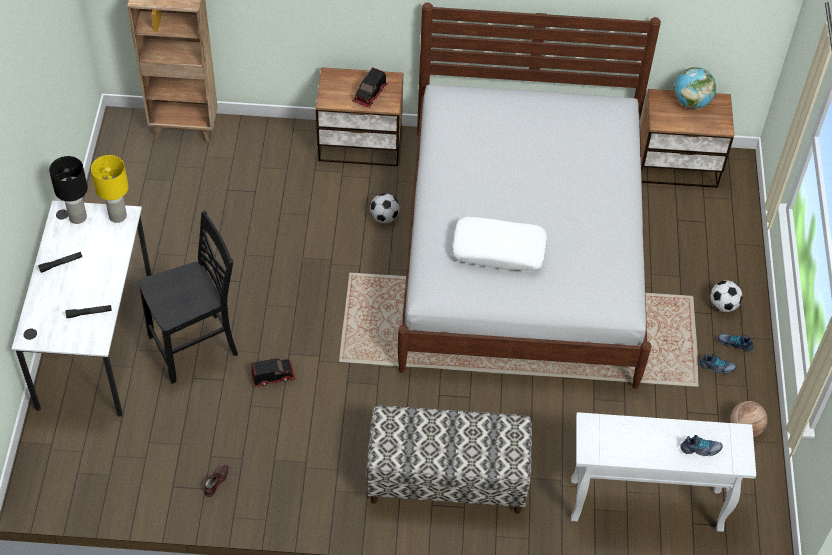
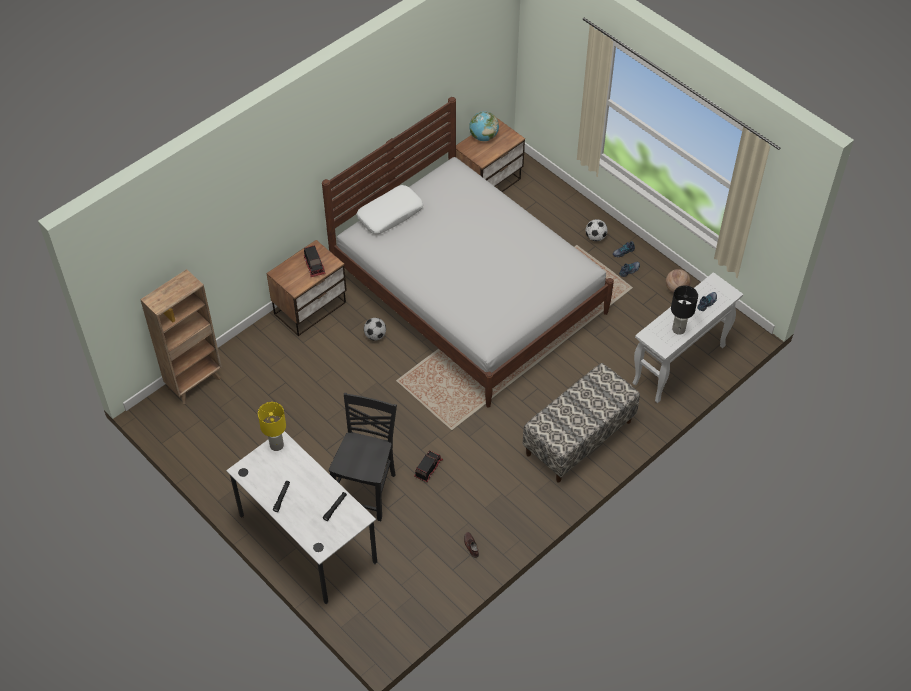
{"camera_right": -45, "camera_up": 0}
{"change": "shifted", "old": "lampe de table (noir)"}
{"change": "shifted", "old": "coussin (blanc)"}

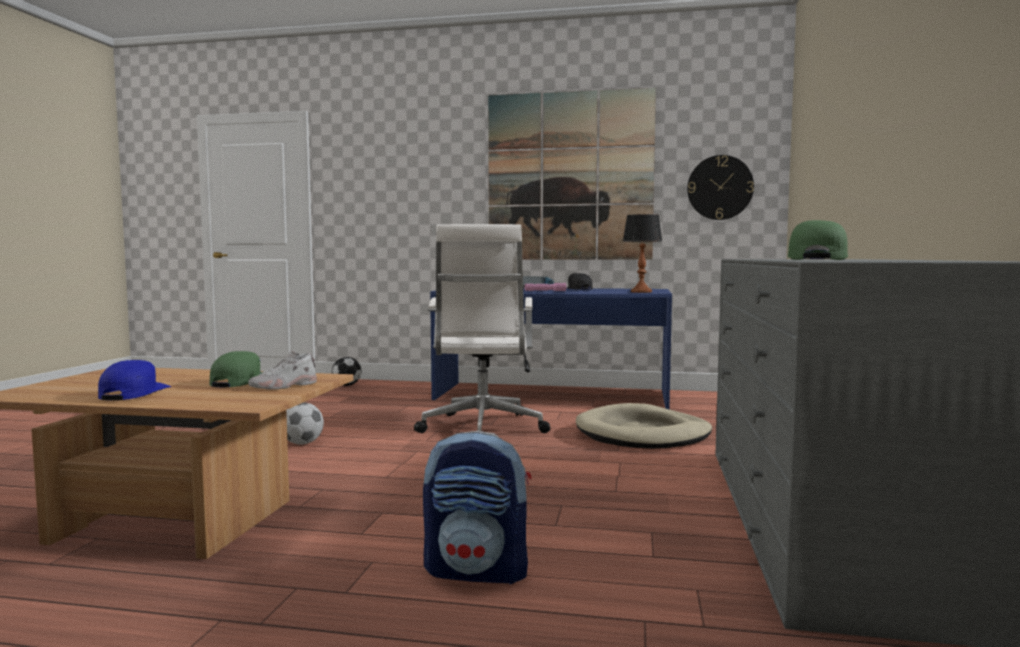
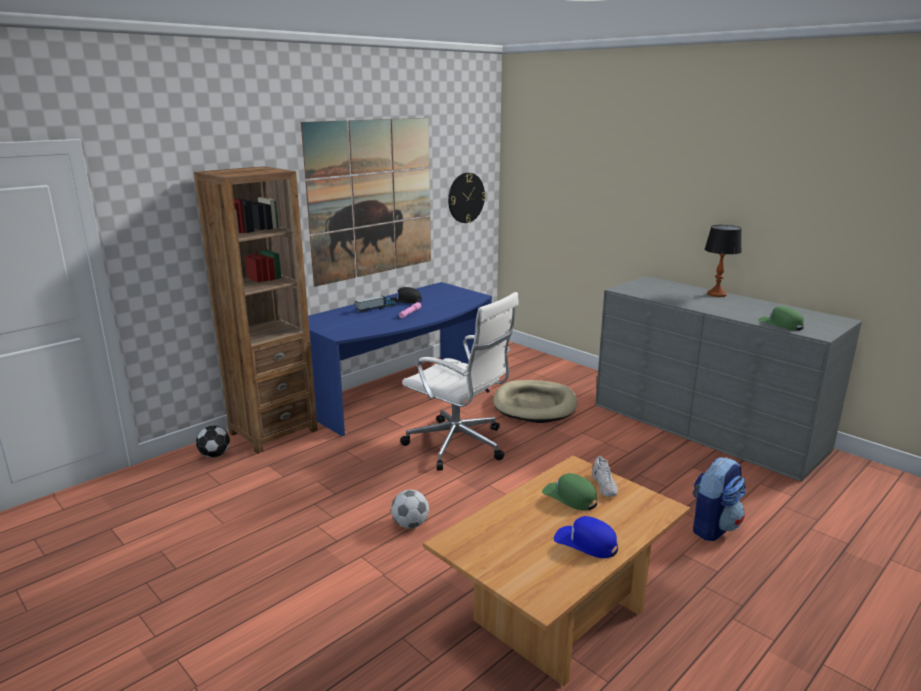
{"camera_right": -55, "camera_up": 15}
{"change": "shifted", "old": "lampe de table"}
{"change": "new", "new": "bibliothèque (marron)"}

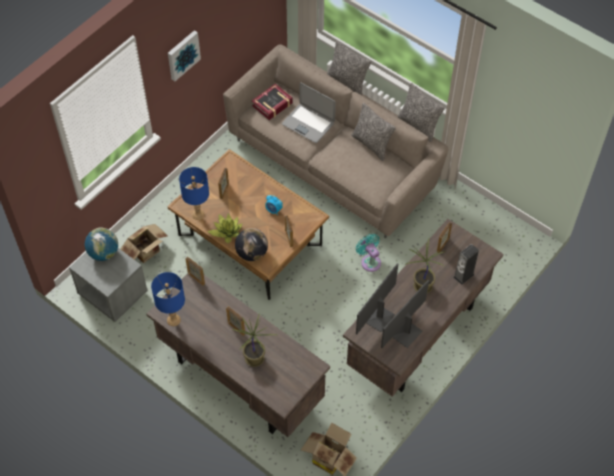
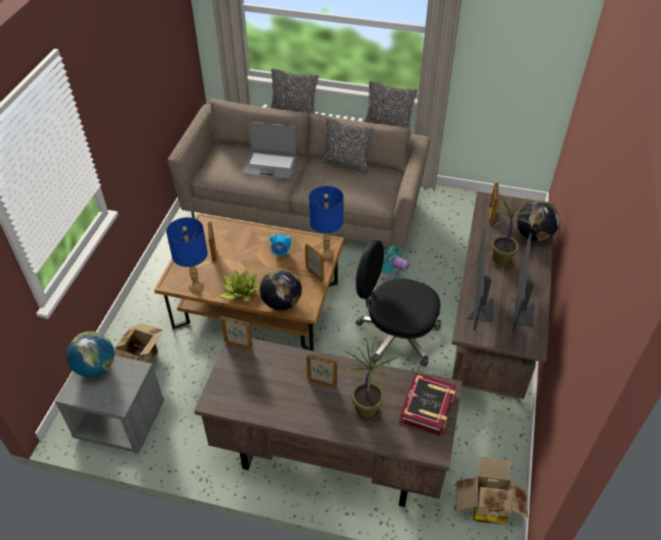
{"camera_right": -25, "camera_up": -10}
{"change": "shifted", "old": "lampe de table (bleu) (no. 1 from left in the first image)", "new": "lampe de table (bleu) (no. 2 from left)"}
{"change": "gone", "old": "tableau"}
{"change": "shifted", "old": "livre"}
{"change": "swapped", "old": "enceinte", "new": "globe (no. 3 from left)"}
{"change": "new", "new": "chaise de bureau (noir)"}

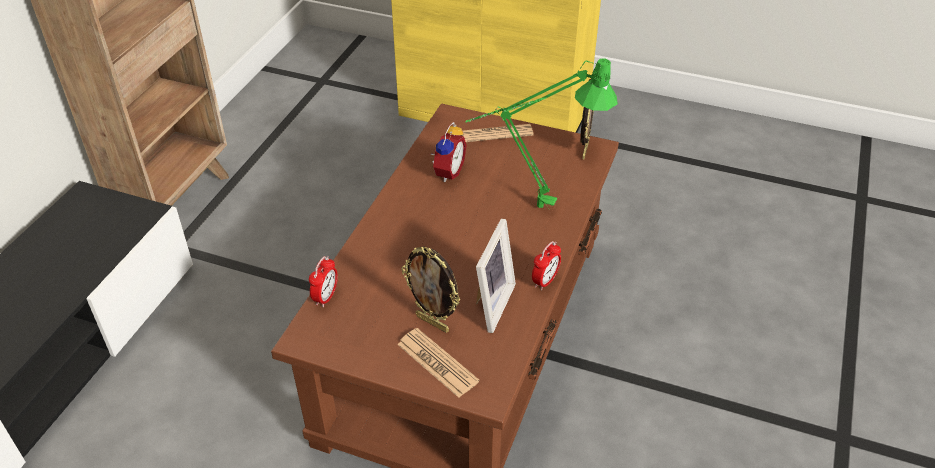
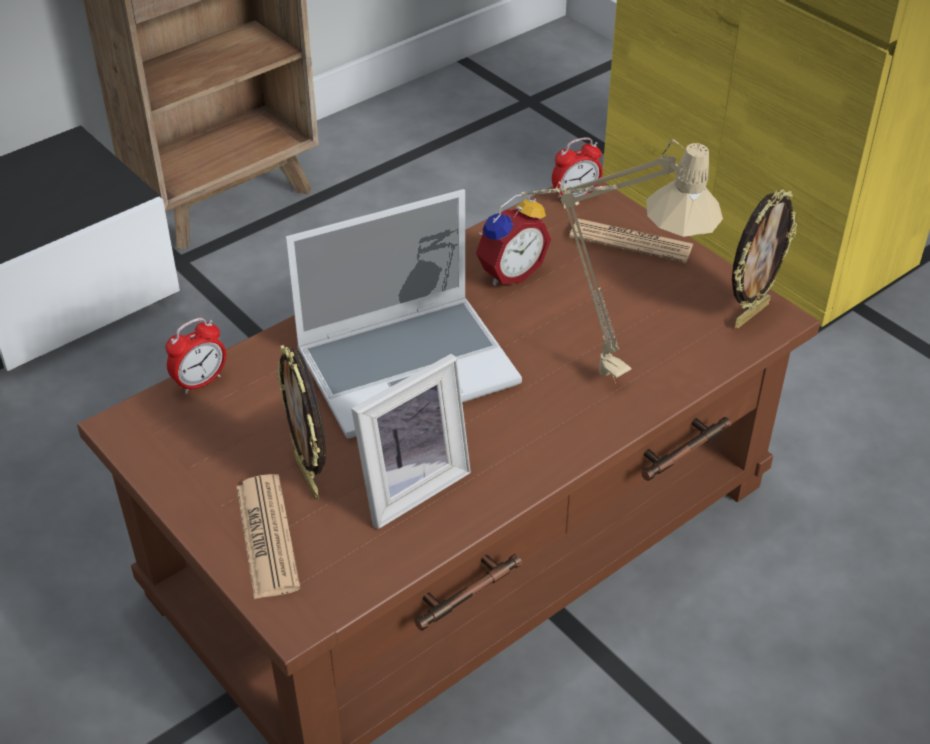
{"camera_right": 30, "camera_up": 0}
{"change": "repainted", "old": "lampe de table (vert)", "new": "lampe de table (beige)"}
{"change": "shifted", "old": "réveil (no. 3 from left)"}
{"change": "new", "new": "ordinateur portable"}

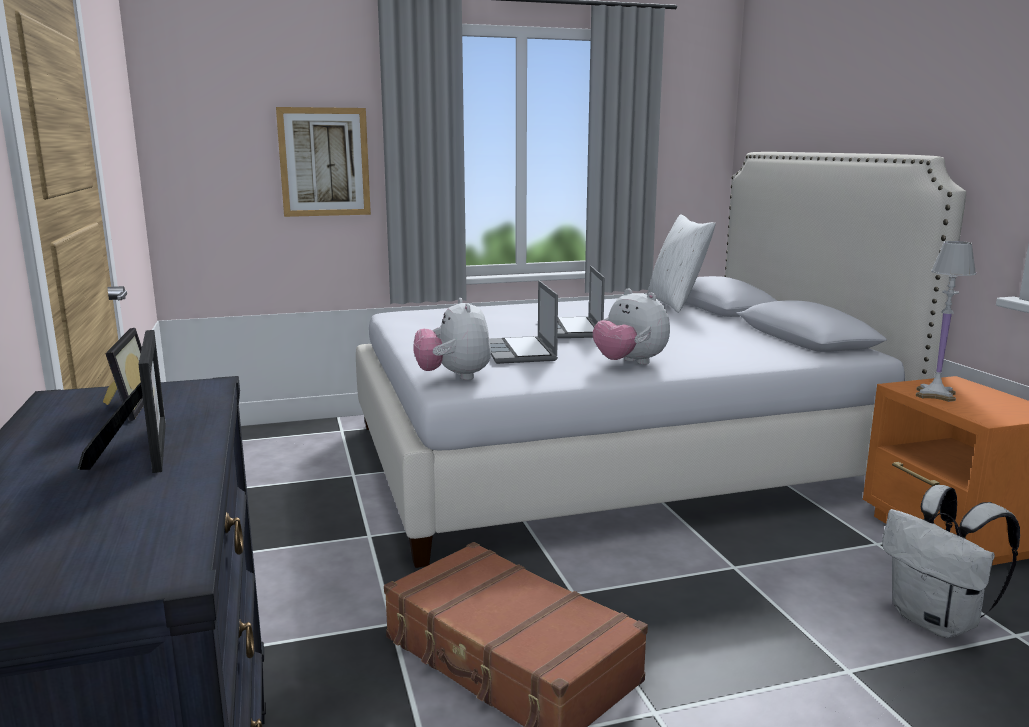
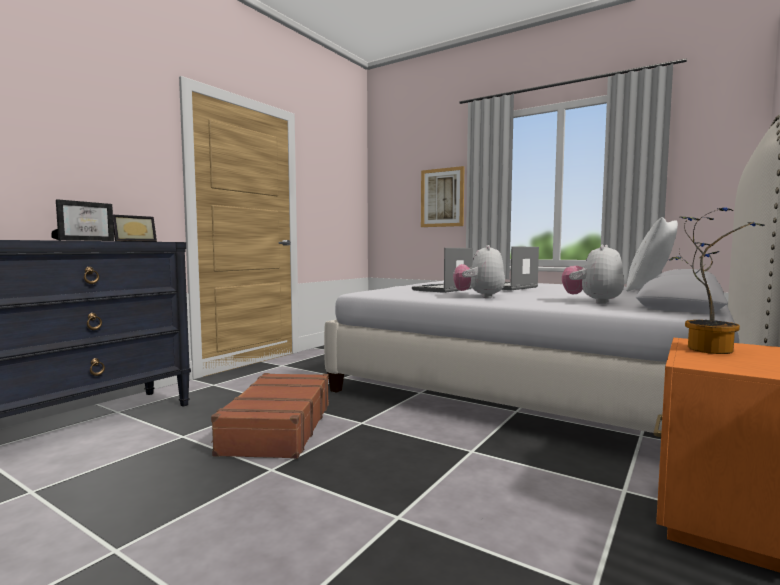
{"camera_right": 50, "camera_up": -10}
{"change": "shifted", "old": "peluche (no. 1 from left in the first image)", "new": "peluche (no. 2 from left)"}
{"change": "gone", "old": "sac à dos (blanc)"}
{"change": "swapped", "old": "lampe de table (blanc)", "new": "plante en pot"}

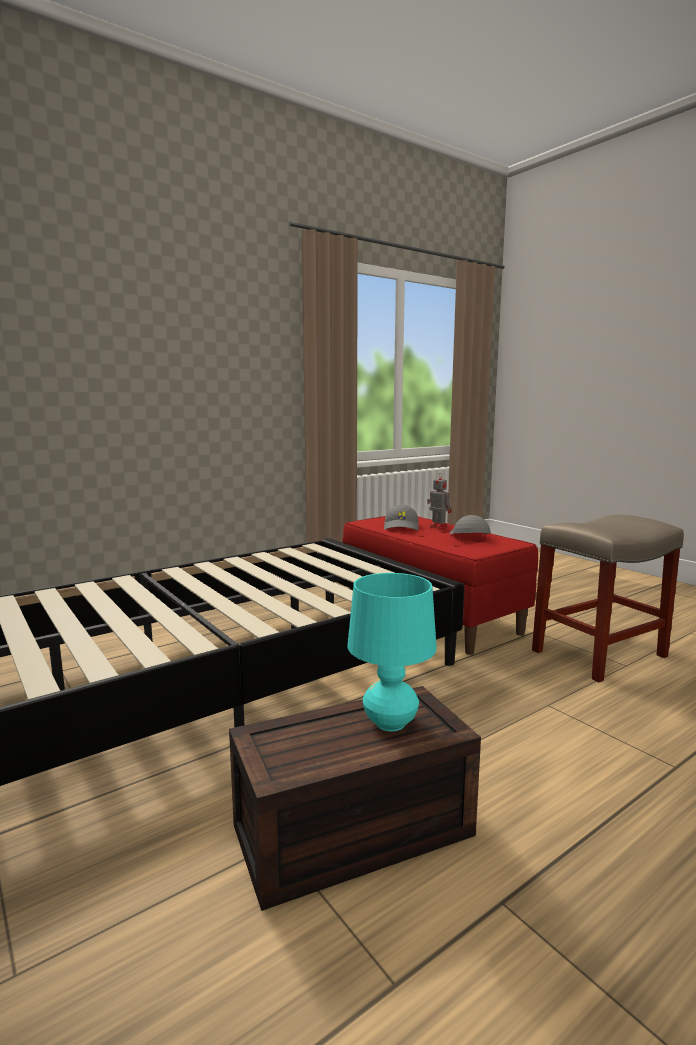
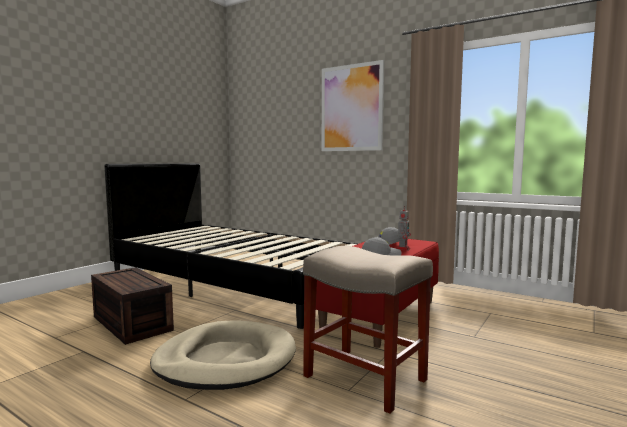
{"camera_right": 70, "camera_up": -5}
{"change": "gone", "old": "lampe de table (turquoise)"}
{"change": "new", "new": "panier pour chien (beige)"}
{"change": "new", "new": "tableau"}

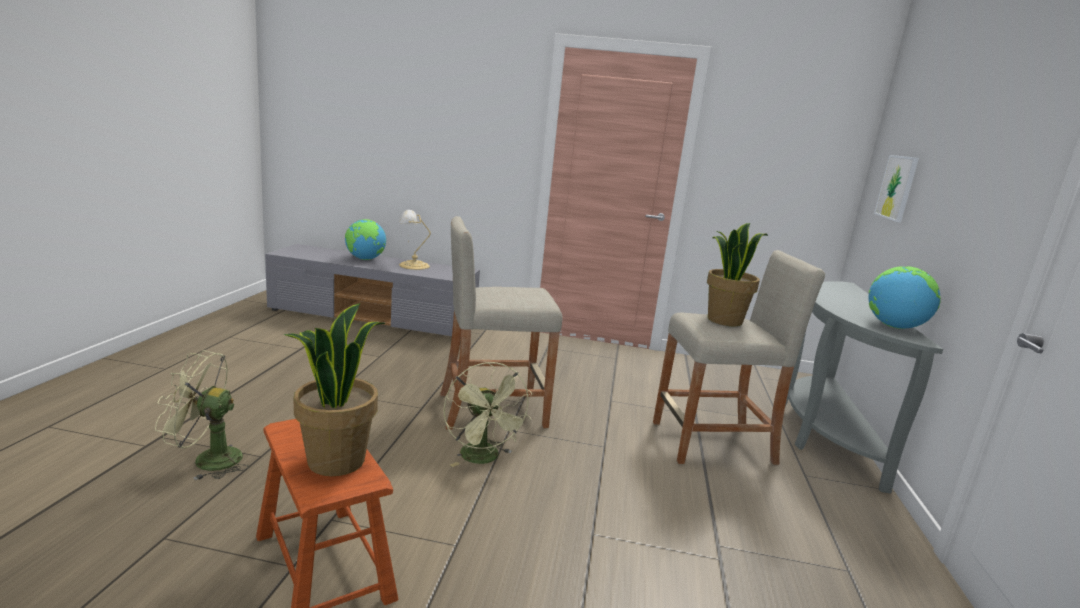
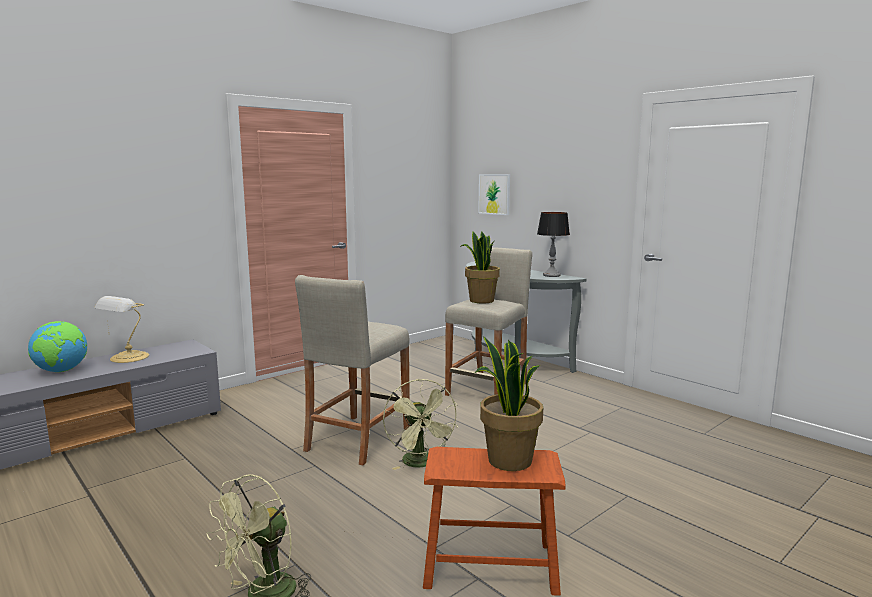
{"camera_right": -50, "camera_up": -5}
{"change": "rotated", "old": "ventilateur (vert) (no. 2 from left)", "degrees": 60}
{"change": "swapped", "old": "globe (no. 2 from left)", "new": "lampe de table (no. 2 from left)"}

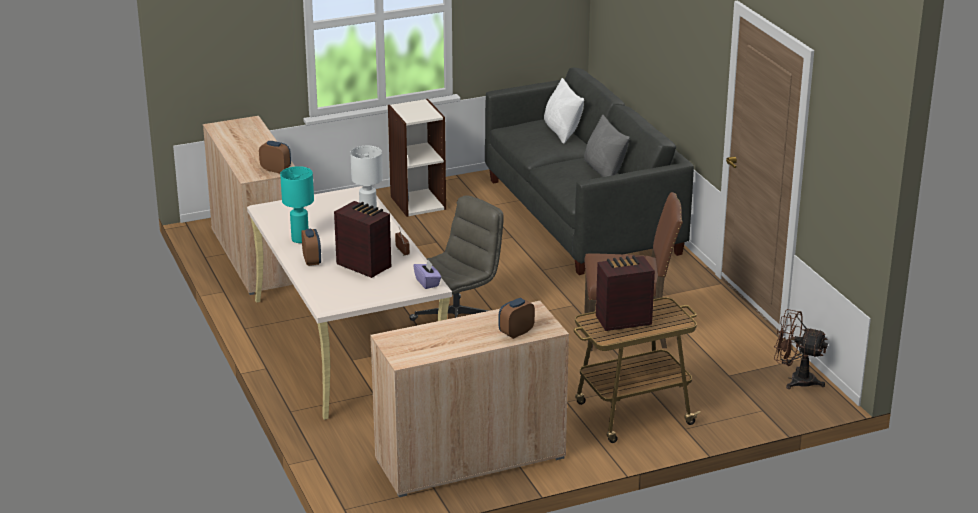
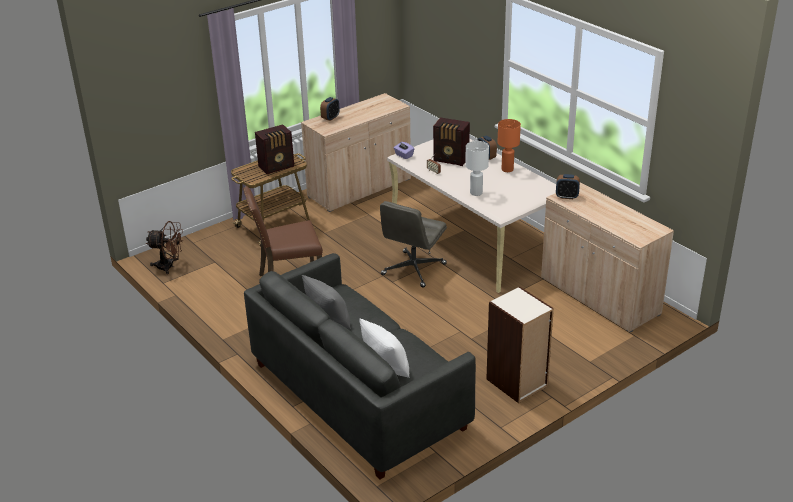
{"camera_right": 165, "camera_up": 5}
{"change": "repainted", "old": "lampe de table (turquoise)", "new": "lampe de table (orange)"}

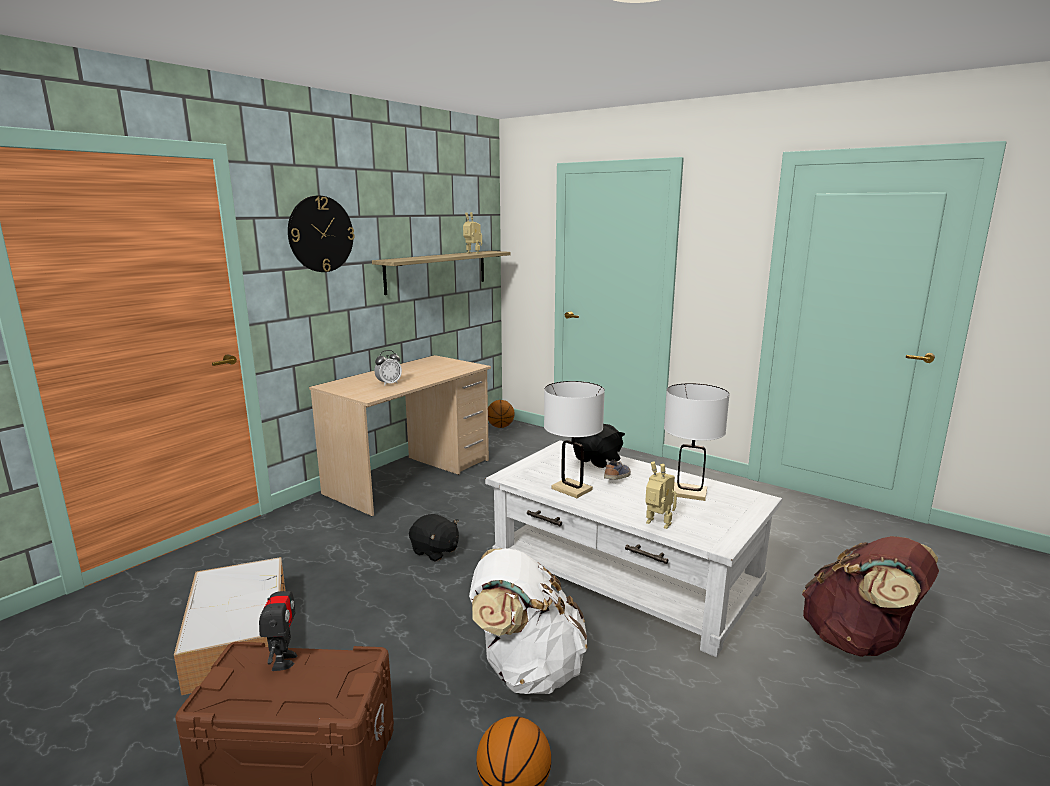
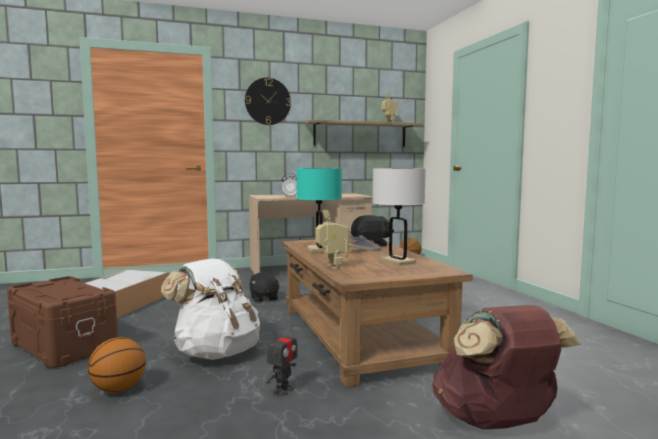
{"camera_right": 35, "camera_up": -10}
{"change": "shifted", "old": "robot jouet (no. 1 from left)"}
{"change": "repainted", "old": "table basse (blanc)", "new": "table basse (marron)"}
{"change": "repainted", "old": "lampe de table (blanc) (no. 1 from left)", "new": "lampe de table (turquoise)"}

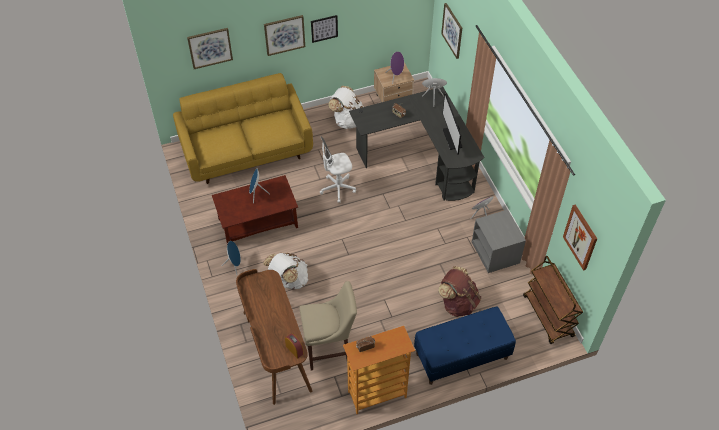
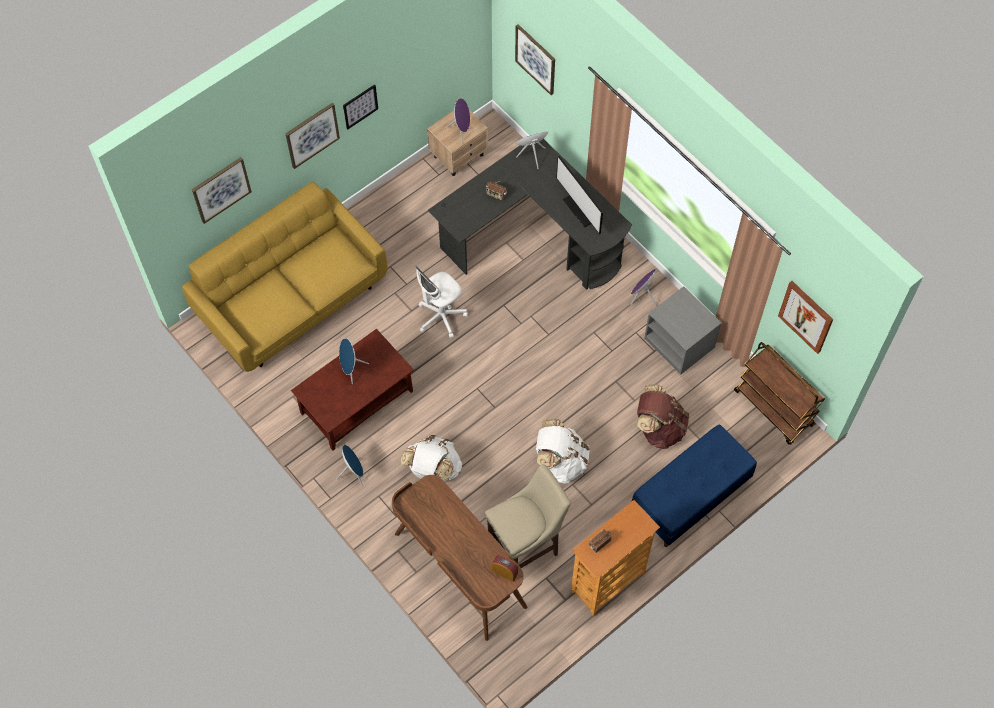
{"camera_right": -20, "camera_up": 10}
{"change": "shifted", "old": "sac à dos (blanc) (no. 2 from left)"}

